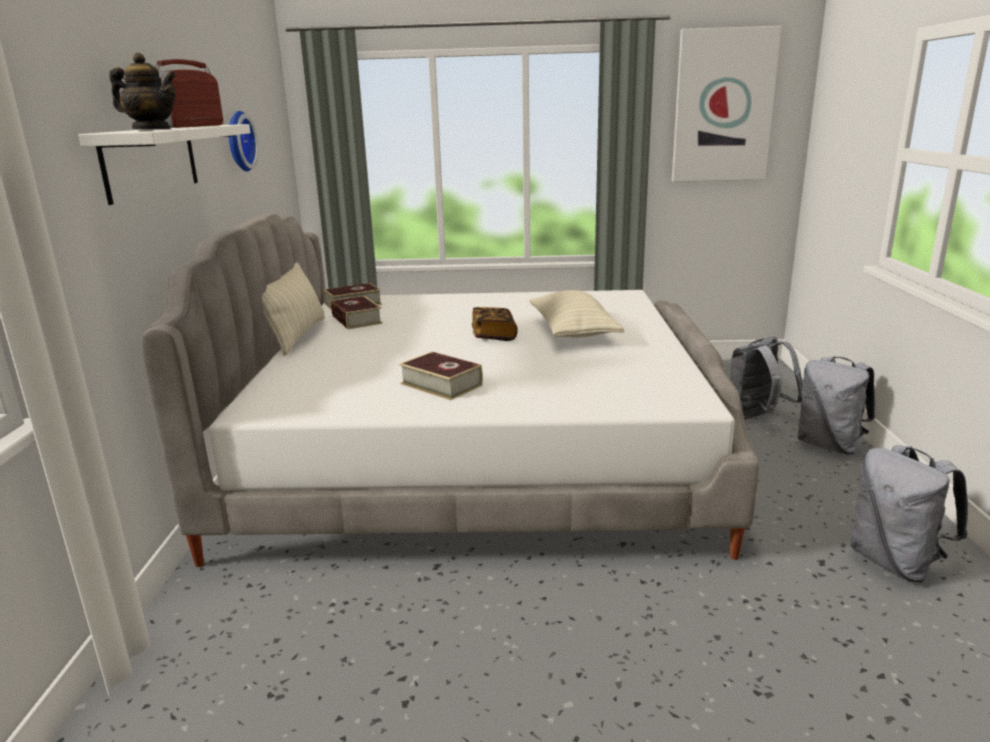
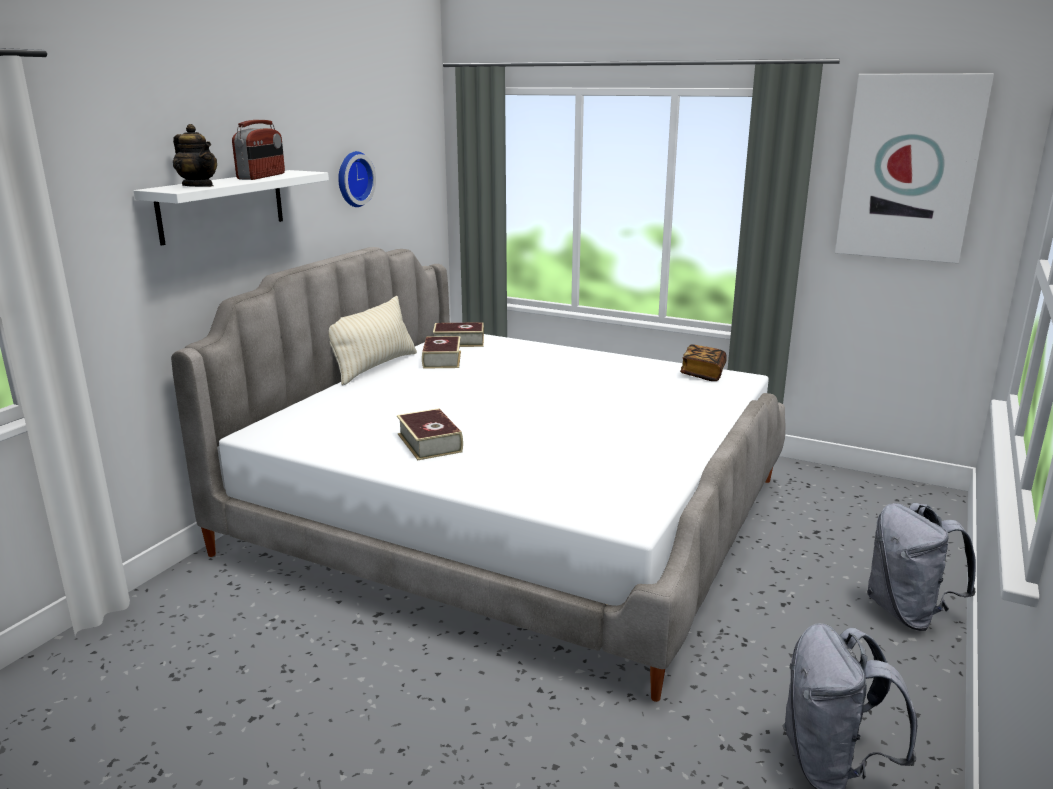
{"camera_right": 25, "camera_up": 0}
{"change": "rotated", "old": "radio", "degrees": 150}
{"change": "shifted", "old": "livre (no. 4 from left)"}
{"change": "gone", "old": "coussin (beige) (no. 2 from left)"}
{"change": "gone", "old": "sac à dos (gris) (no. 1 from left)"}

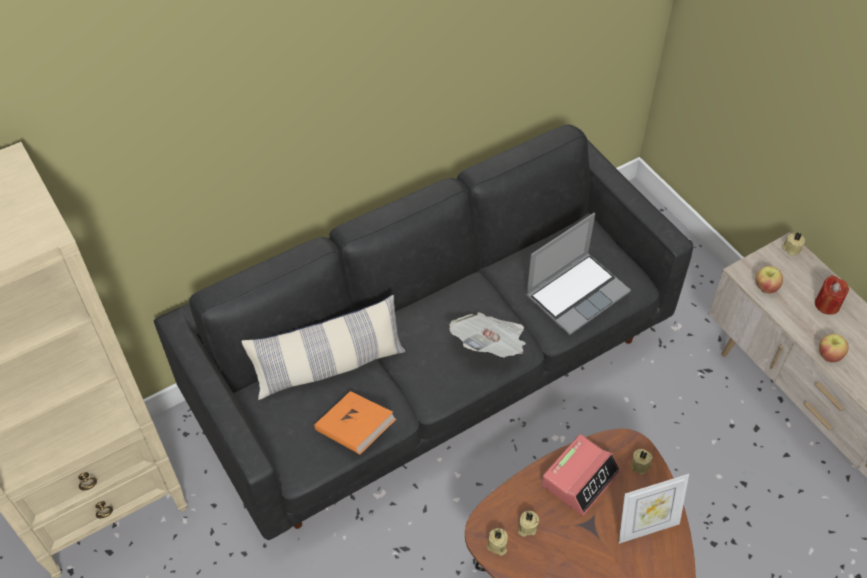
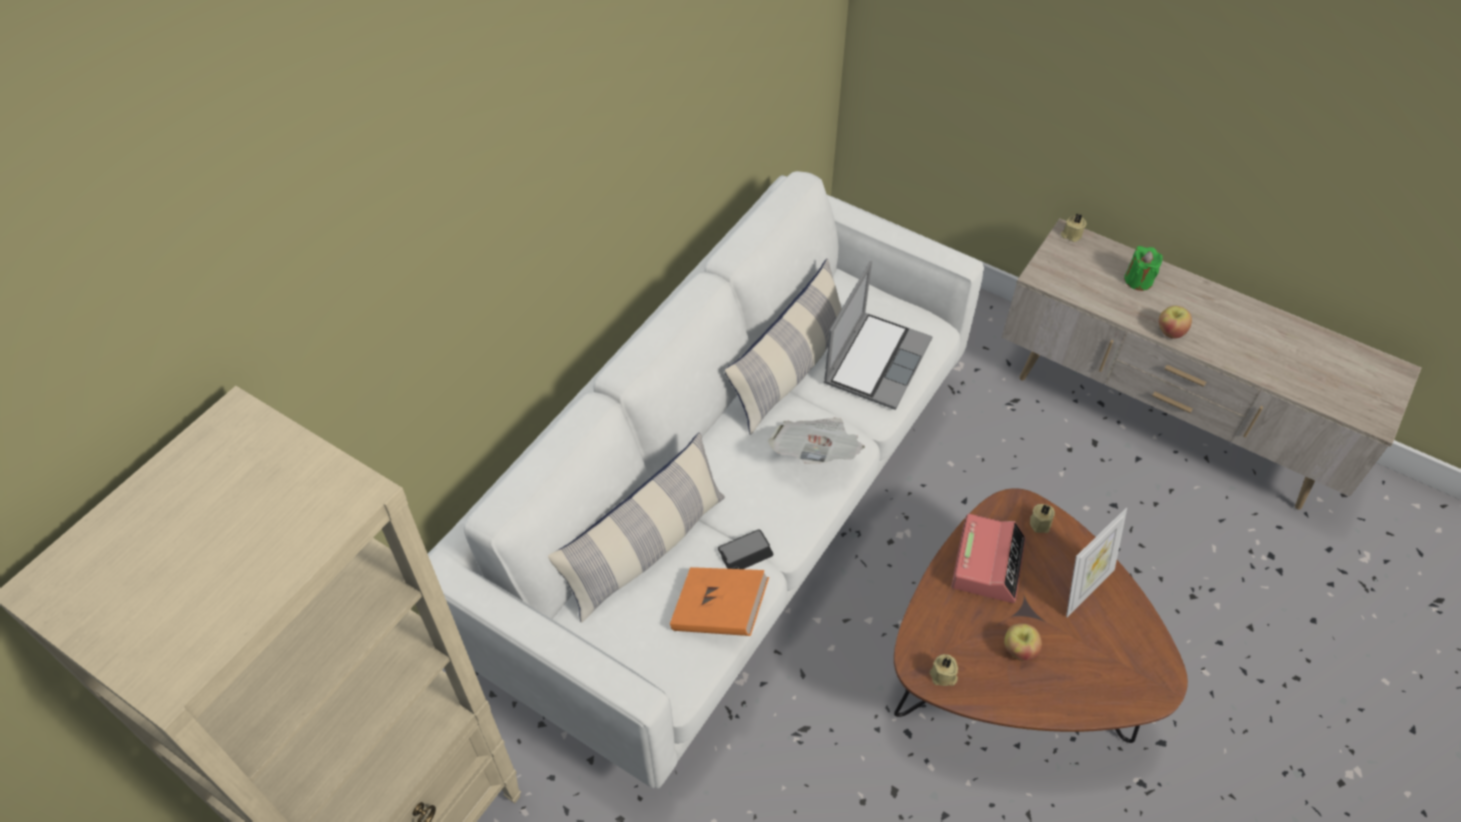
{"camera_right": -25, "camera_up": 0}
{"change": "repainted", "old": "canapé (noir)", "new": "canapé (blanc)"}
{"change": "gone", "old": "bougie (beige) (no. 2 from left)"}
{"change": "shifted", "old": "pomme (no. 1 from left)"}
{"change": "repainted", "old": "bougie (rouge)", "new": "bougie (vert)"}
{"change": "new", "new": "téléphone"}
{"change": "new", "new": "coussin (no. 2 from left)"}

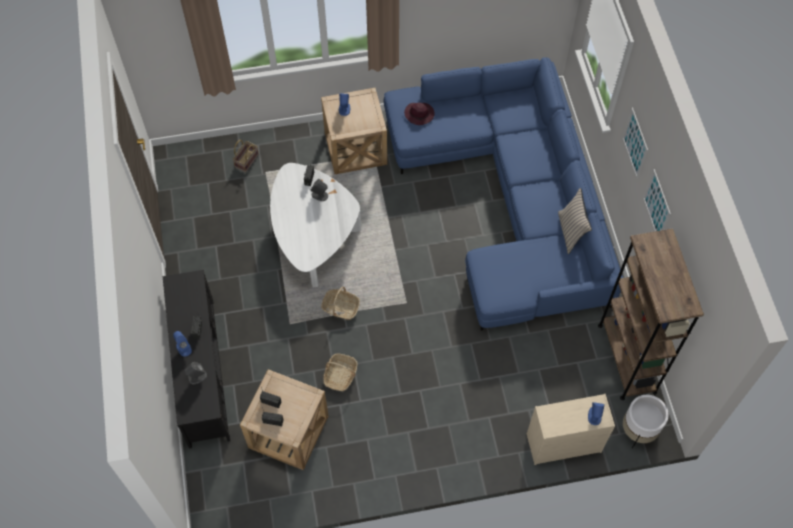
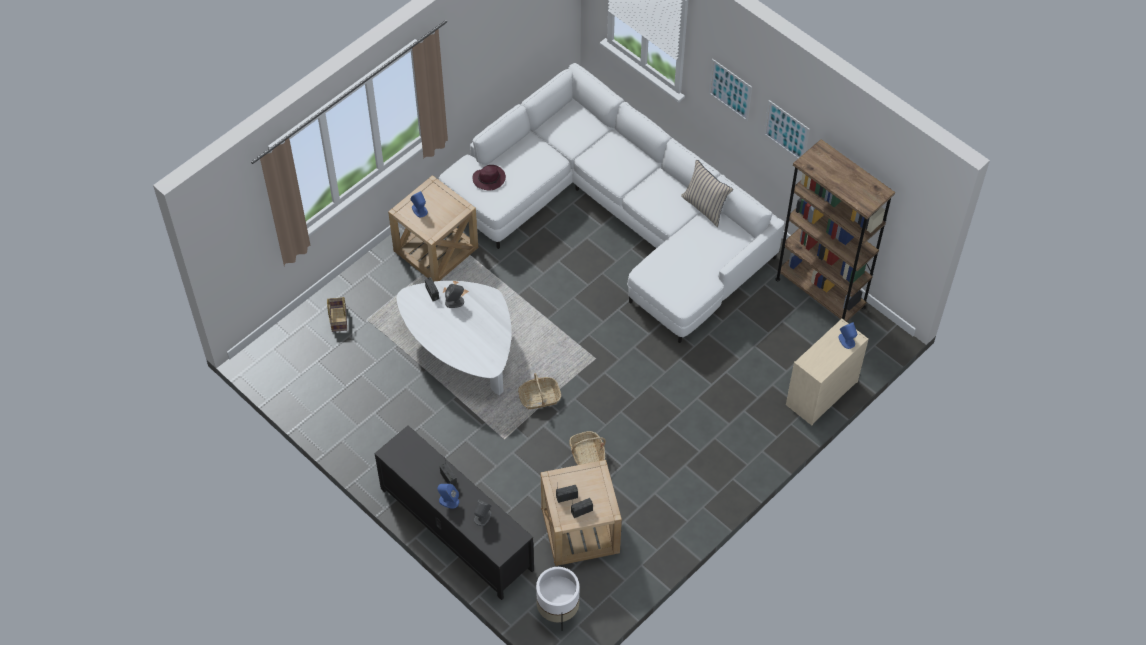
{"camera_right": -35, "camera_up": -5}
{"change": "repainted", "old": "canapé (bleu)", "new": "canapé (blanc)"}
{"change": "shifted", "old": "cache-pot (blanc)"}

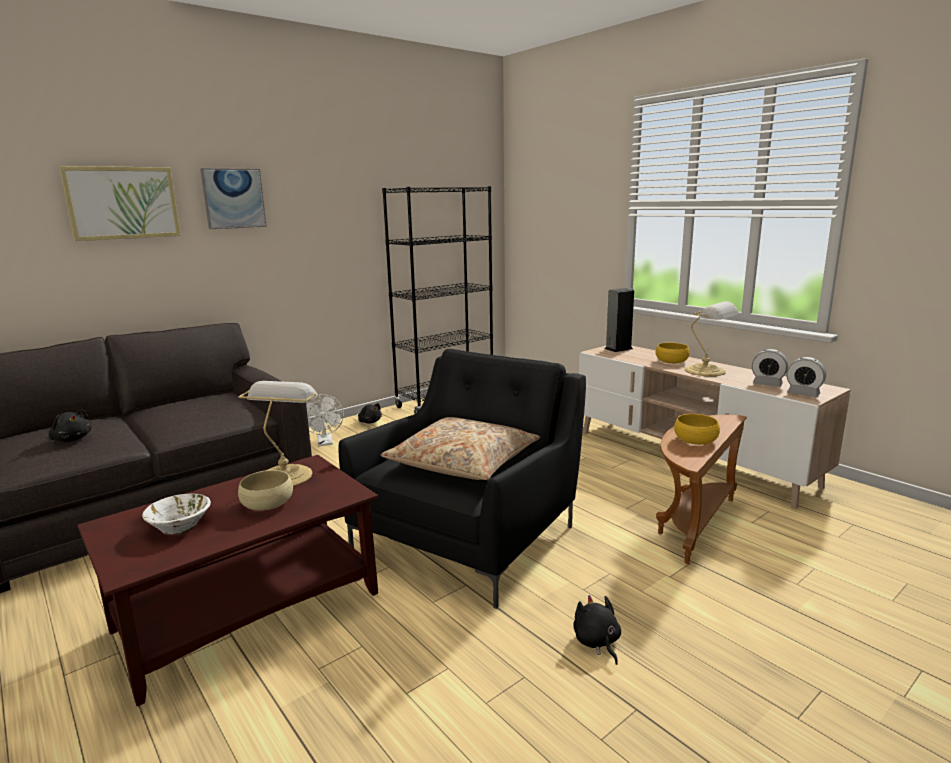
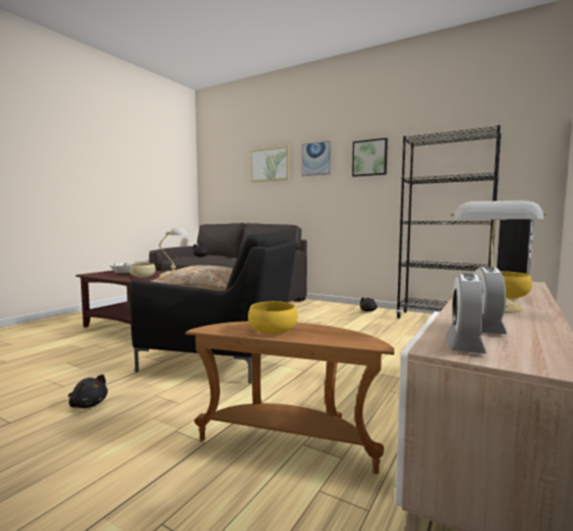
{"camera_right": 70, "camera_up": -10}
{"change": "gone", "old": "ventilateur (blanc)"}
{"change": "rotated", "old": "peluche (noir) (no. 3 from left in the first image)", "degrees": 60}
{"change": "new", "new": "tableau (no. 3 from left)"}

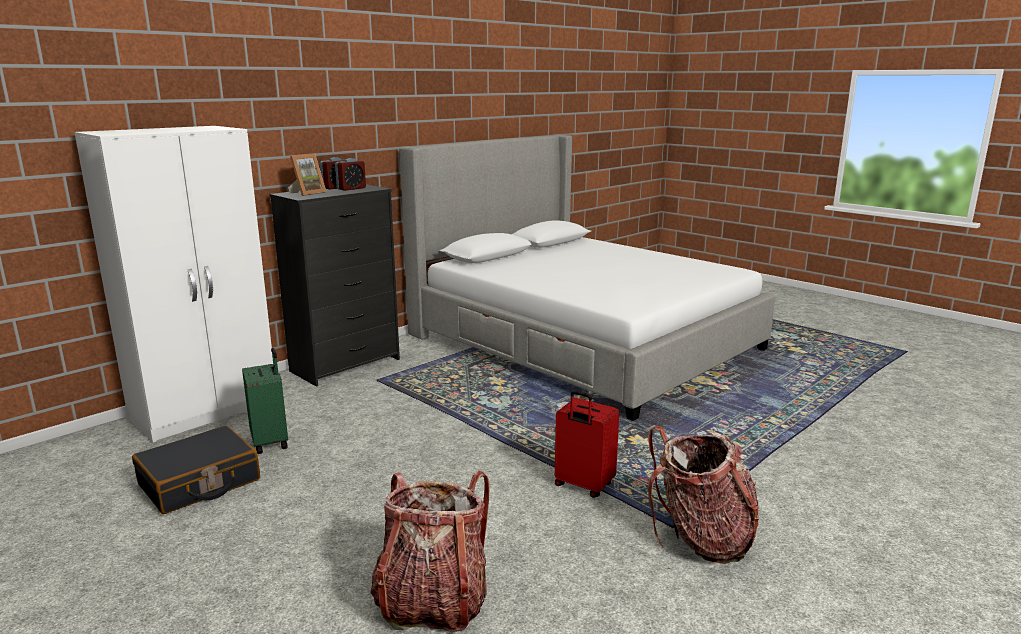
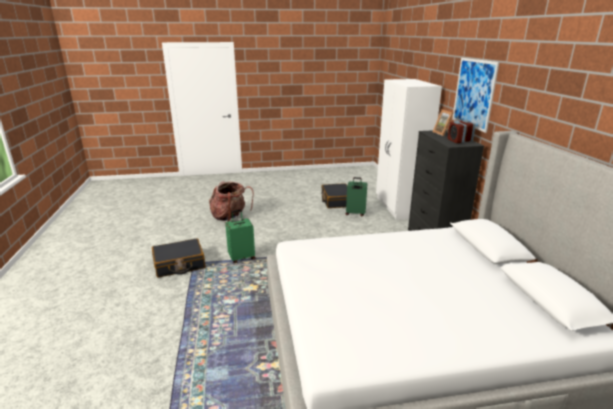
{"camera_right": 125, "camera_up": 5}
{"change": "repainted", "old": "valise (rouge)", "new": "valise (vert) (no. 1 from left)"}
{"change": "swapped", "old": "sac à dos (no. 2 from left)", "new": "valise (noir) (no. 1 from left)"}
{"change": "new", "new": "tableau"}

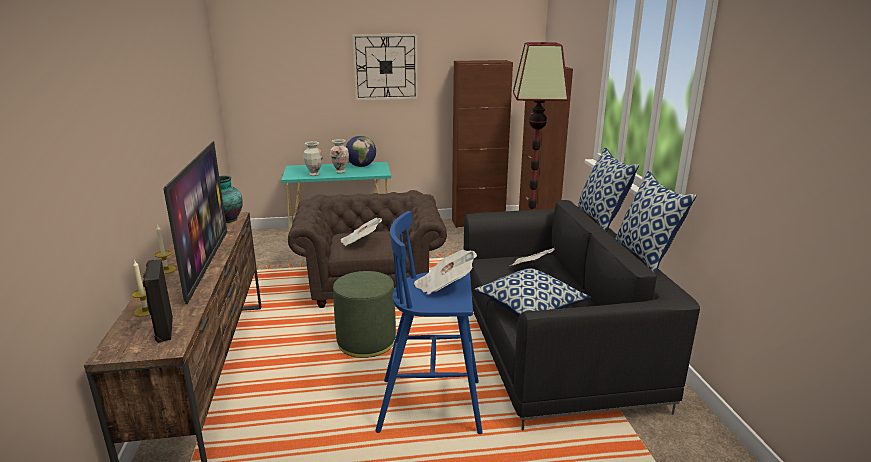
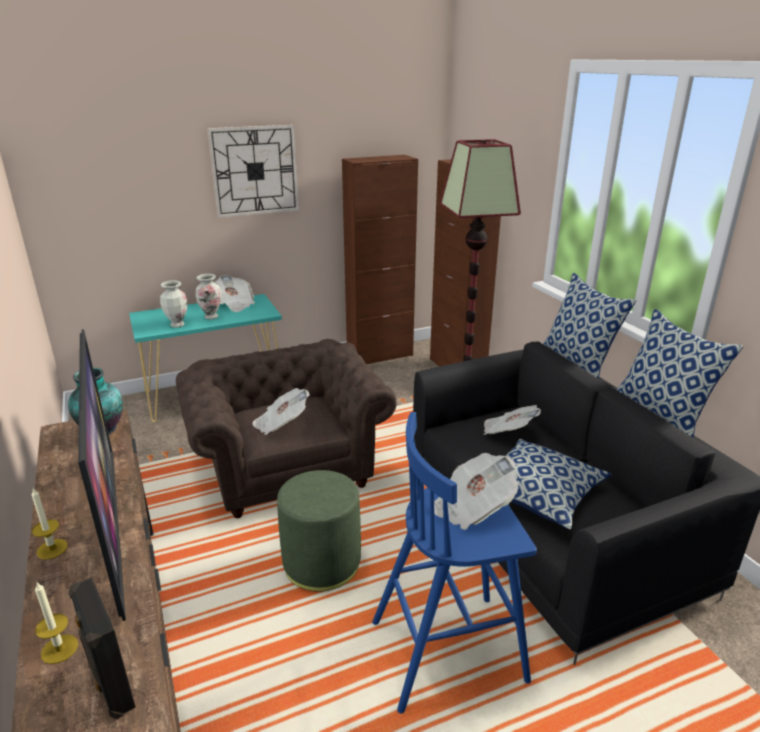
{"camera_right": -15, "camera_up": 5}
{"change": "swapped", "old": "globe", "new": "journal (no. 1 from left)"}

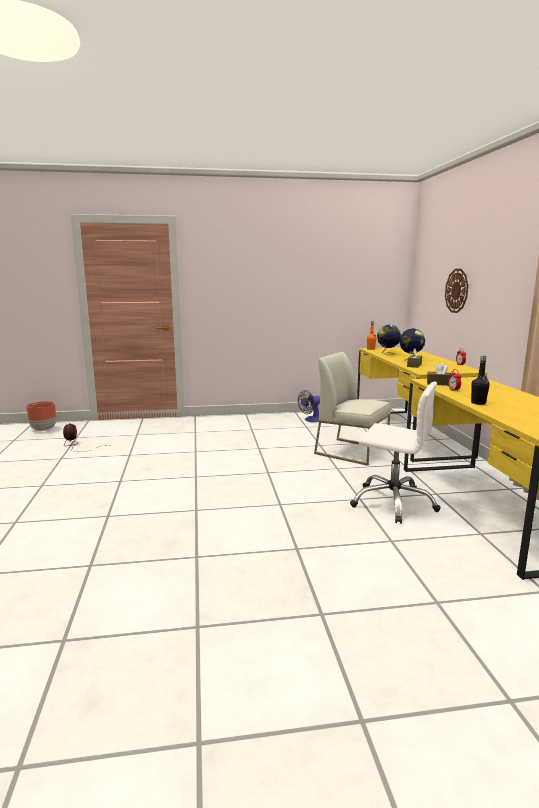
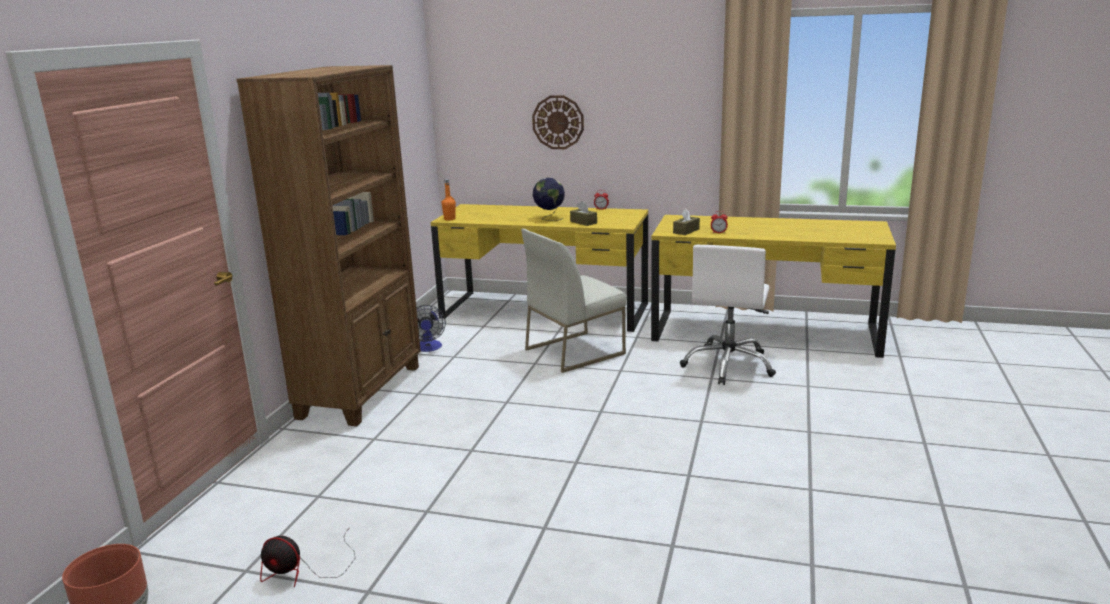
{"camera_right": -65, "camera_up": 5}
{"change": "rotated", "old": "chaise de bureau (blanc)", "degrees": 150}
{"change": "gone", "old": "globe (no. 1 from left)"}
{"change": "gone", "old": "bouteille (noir)"}
{"change": "new", "new": "bibliothèque (marron)"}

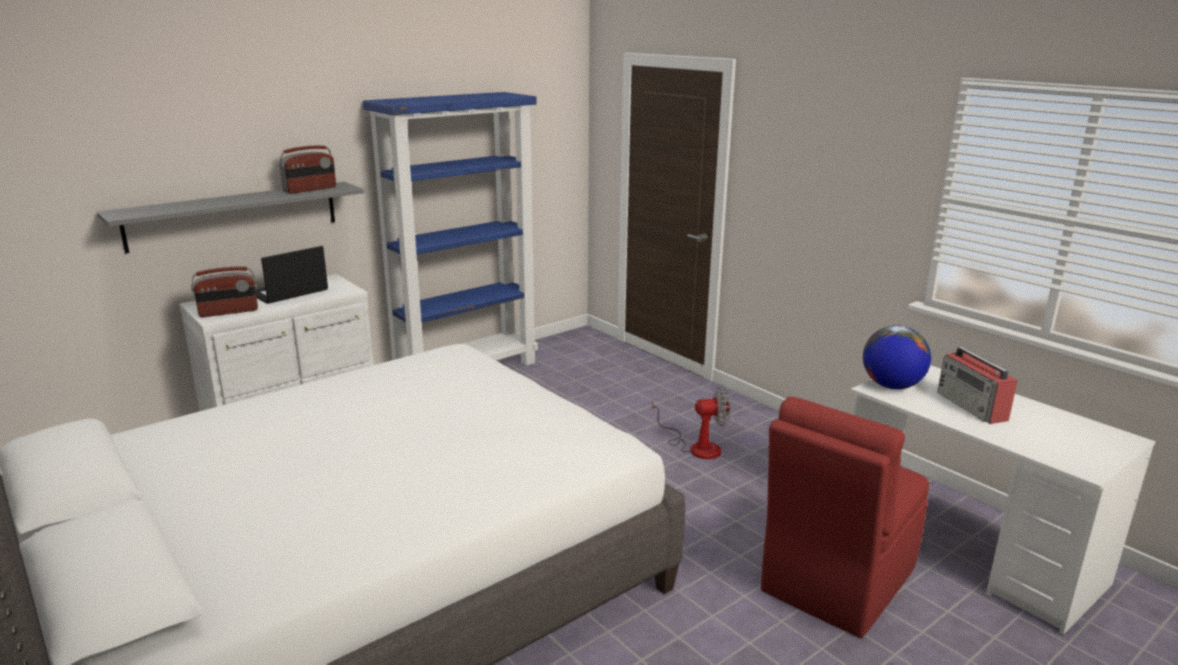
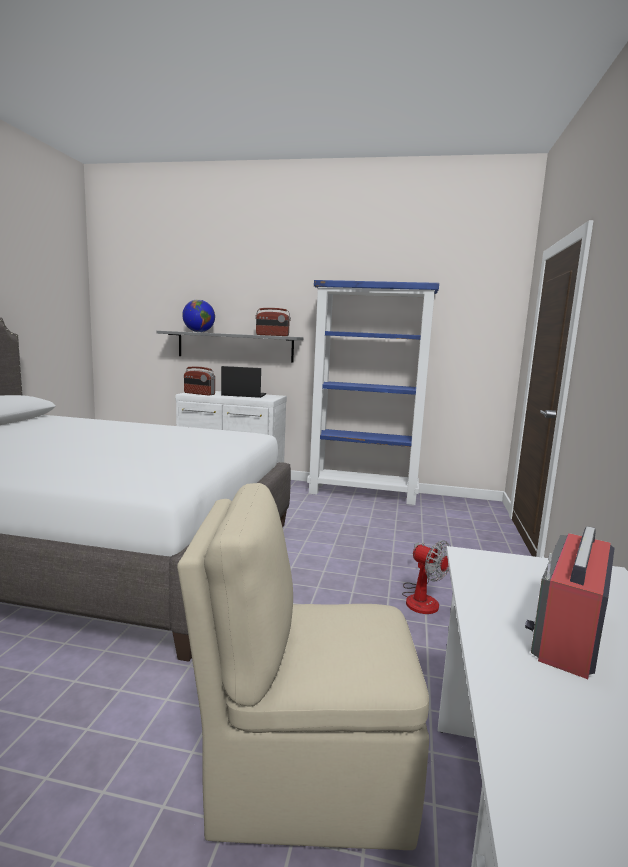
{"camera_right": 50, "camera_up": -10}
{"change": "repainted", "old": "chaise (rouge)", "new": "chaise (beige)"}
{"change": "shifted", "old": "globe"}

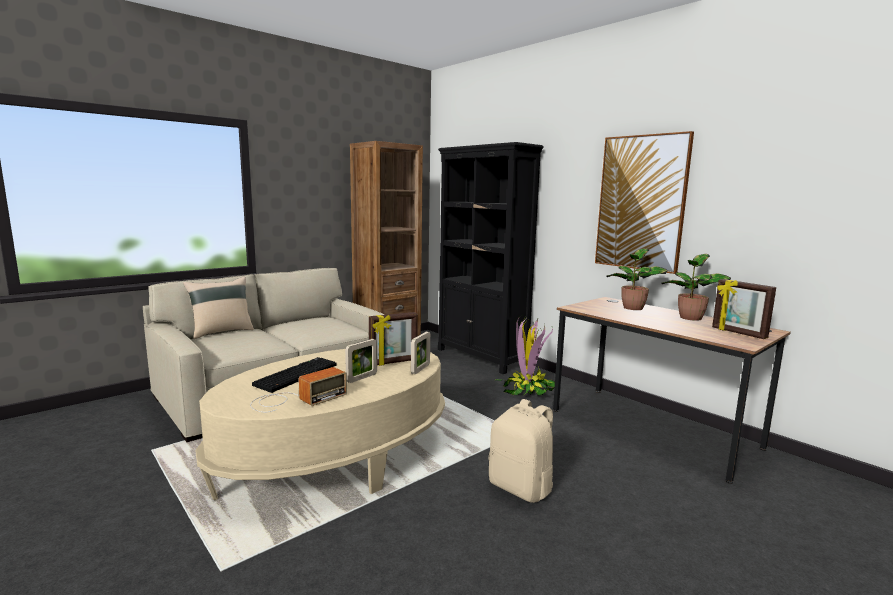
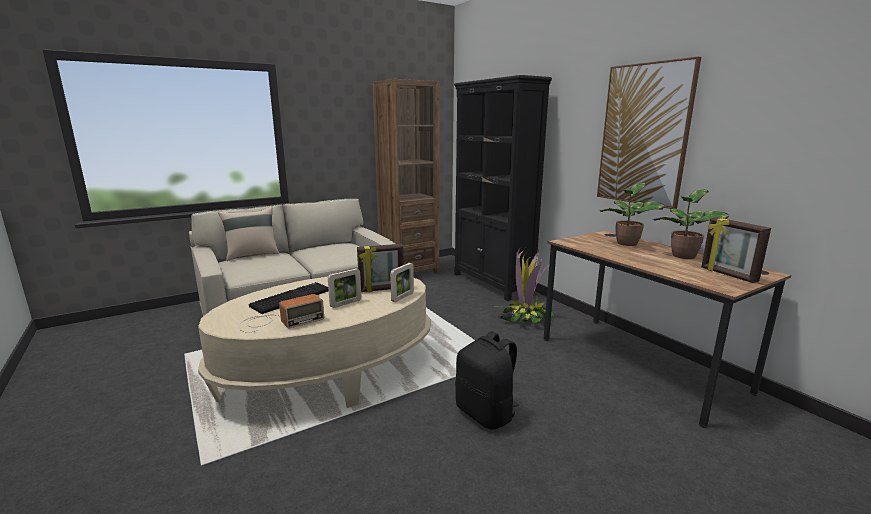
{"camera_right": 10, "camera_up": 5}
{"change": "repainted", "old": "sac à dos (beige)", "new": "sac à dos (noir)"}

